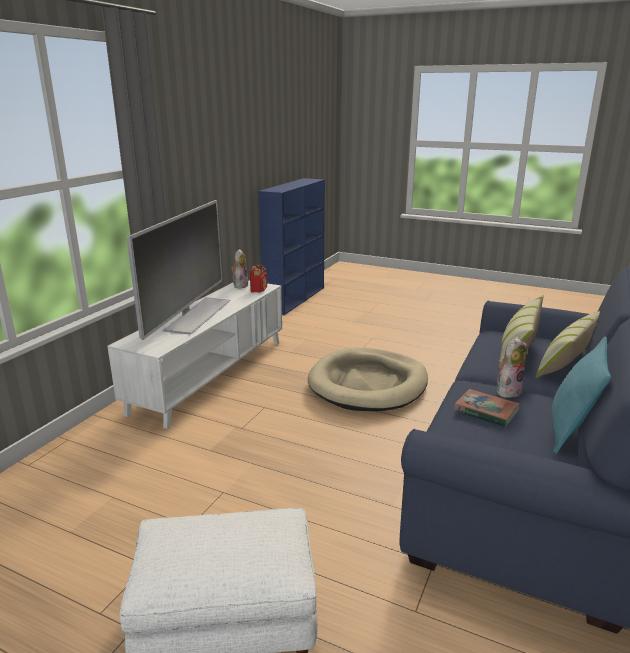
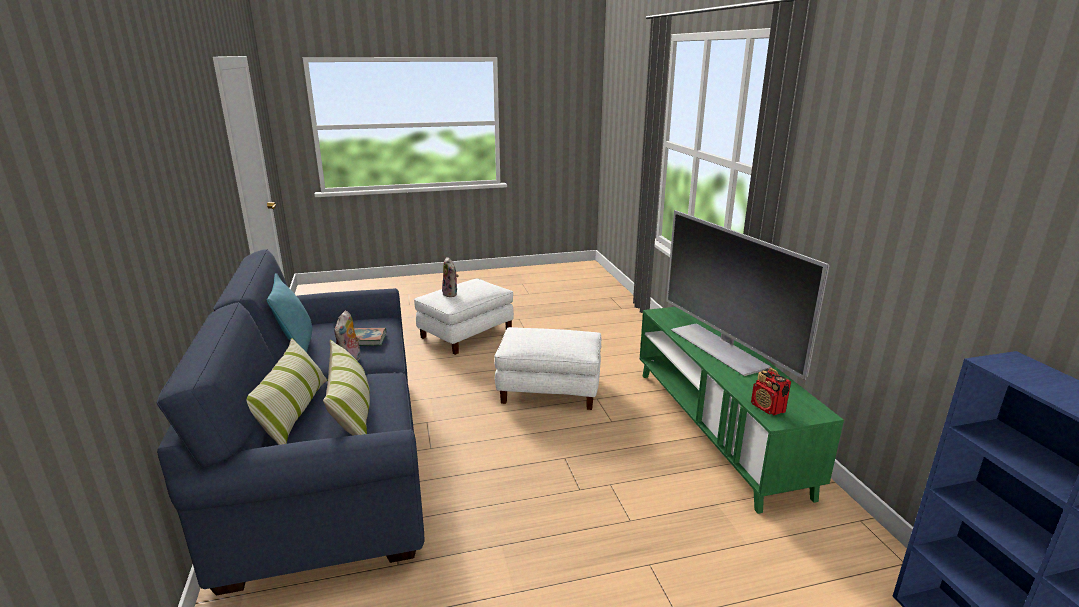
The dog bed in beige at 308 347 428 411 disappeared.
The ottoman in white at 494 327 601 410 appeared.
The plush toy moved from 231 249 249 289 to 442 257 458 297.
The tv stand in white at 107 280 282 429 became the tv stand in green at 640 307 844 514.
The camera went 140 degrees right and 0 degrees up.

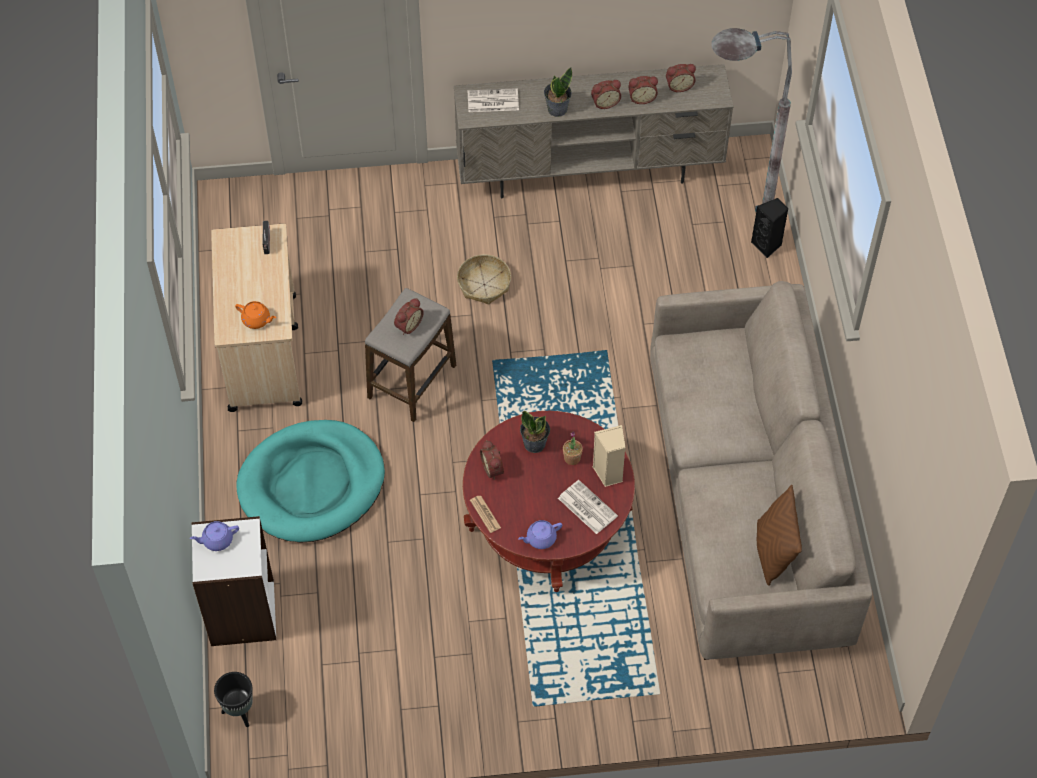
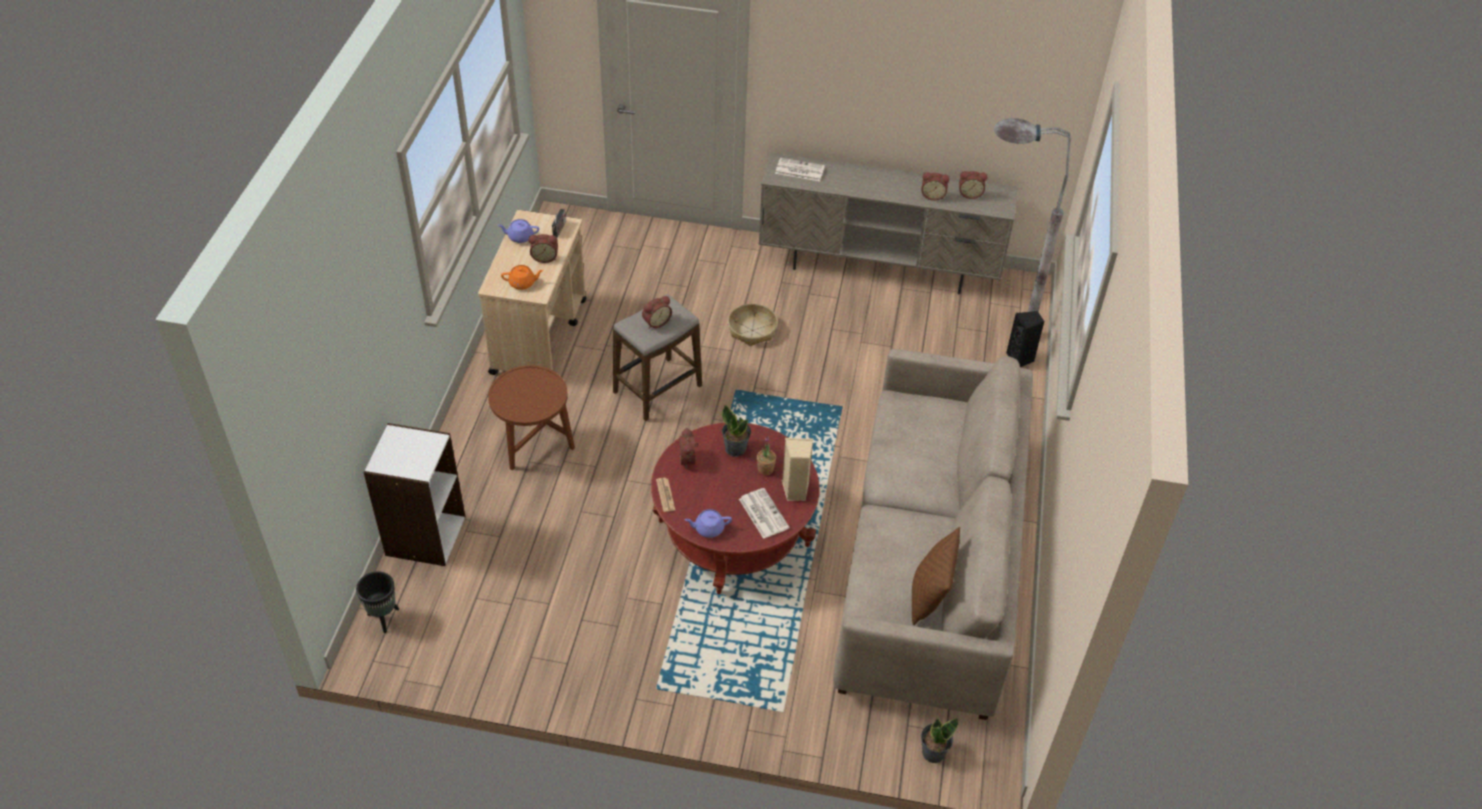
The teapot in purple moved from 190 521 239 551 to 498 219 539 243.
The potted plant moved from 544 67 572 117 to 921 718 958 763.
The alarm clock moved from 591 80 621 109 to 529 234 558 263.
The dog bed in turquoise at 236 420 385 543 was replaced by the side table in brown at 488 365 575 471.
The teapot in orange at 235 301 276 329 turned 45 degrees counterclockwise.
The camera went 15 degrees right and 10 degrees down.

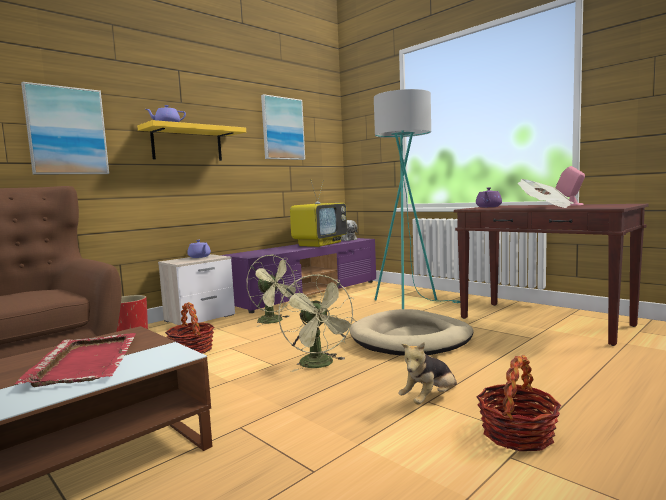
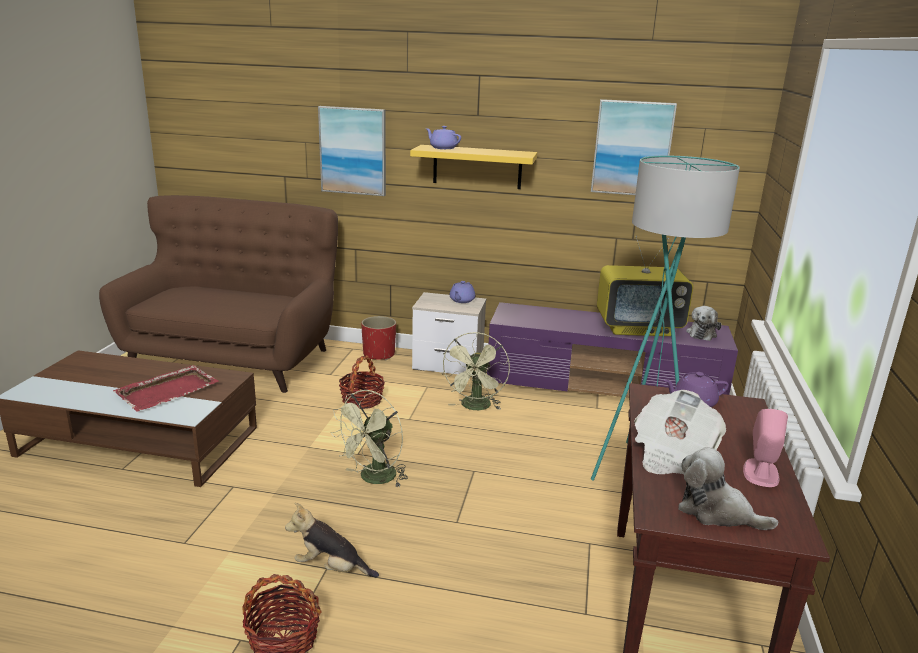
The dog bed in beige at 350 309 473 356 disappeared.
The plush toy at 679 447 778 530 appeared.
The camera went 55 degrees right and 15 degrees up.

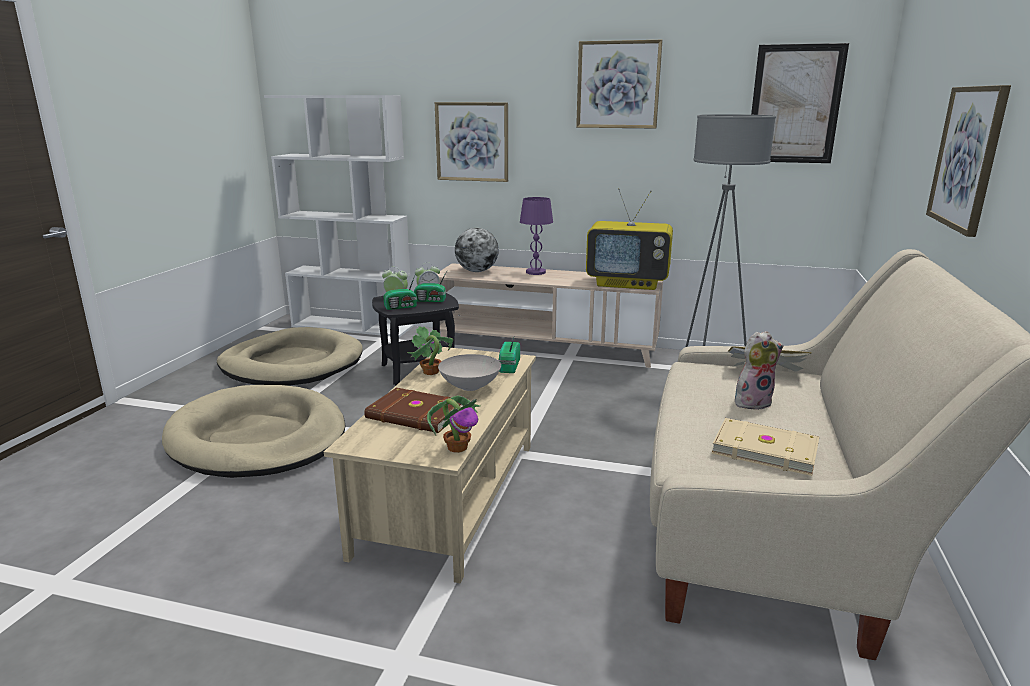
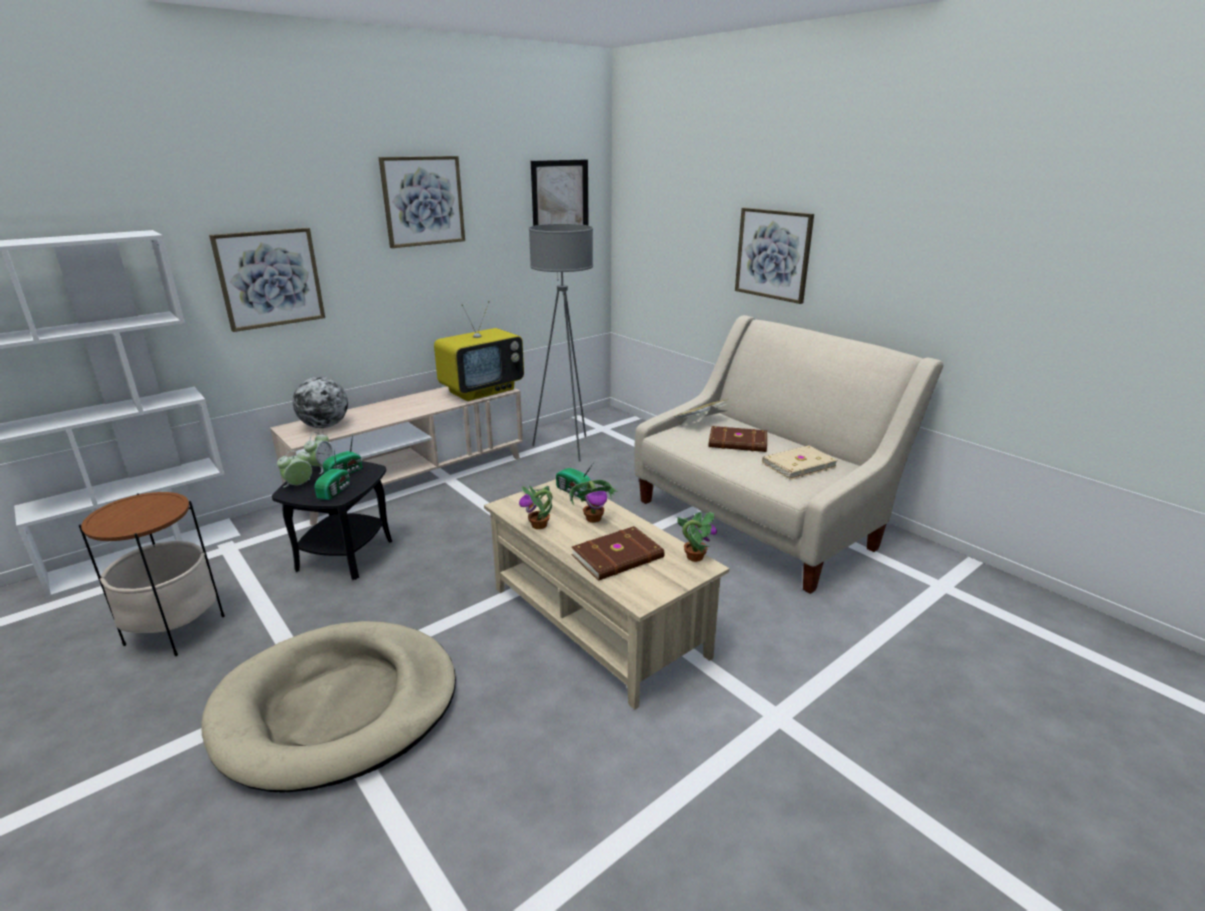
The table lamp in purple at 520 197 553 275 disappeared.
The dog bed in beige at 217 327 363 386 was replaced by the side table at 79 492 225 656.
The bowl in white at 438 354 501 391 was replaced by the potted plant at 569 480 618 523.
The plush toy at 735 331 783 411 was replaced by the book in brown at 708 426 767 452.
The camera went 55 degrees left and 5 degrees up.

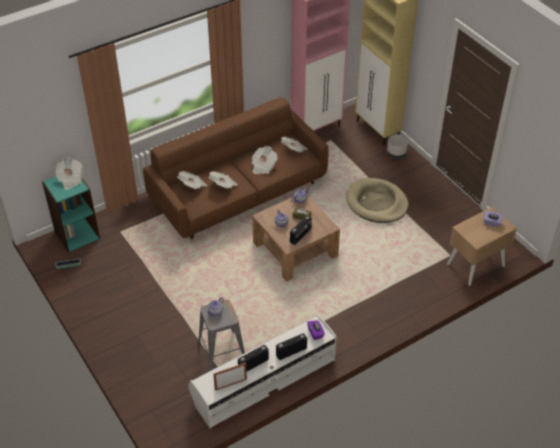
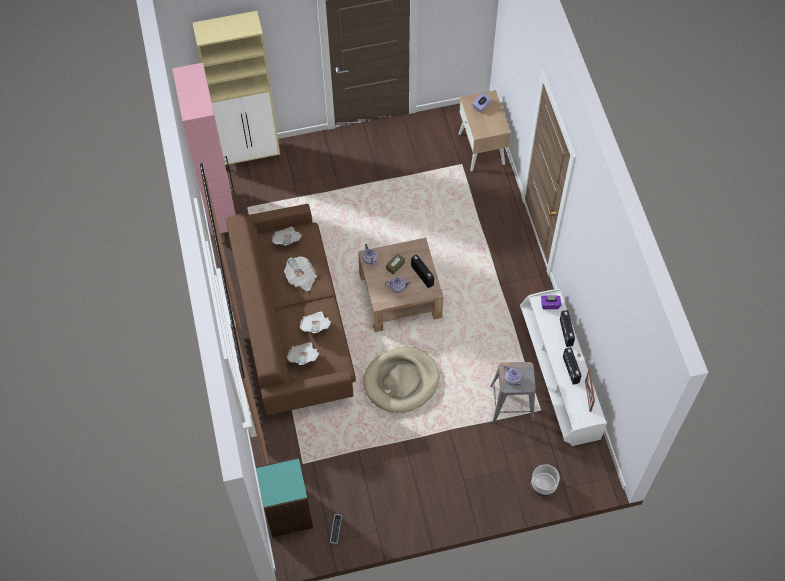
The newspaper at 55 157 83 190 disappeared.
The dog bed in beige moved from 346 178 409 223 to 363 347 440 413.
The planter in grey moved from 387 135 408 159 to 531 464 560 497.
The camera went 70 degrees left and 15 degrees up.

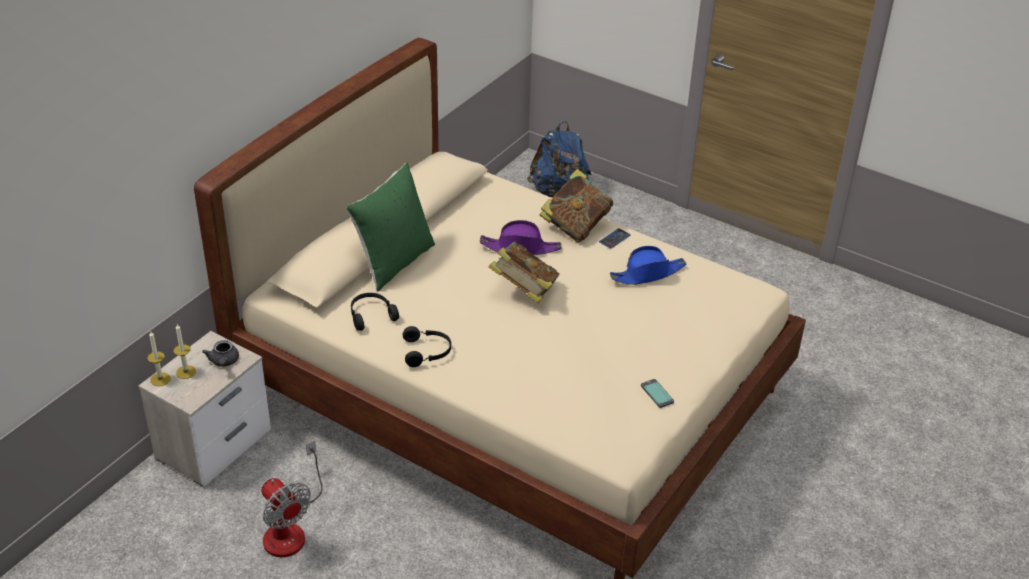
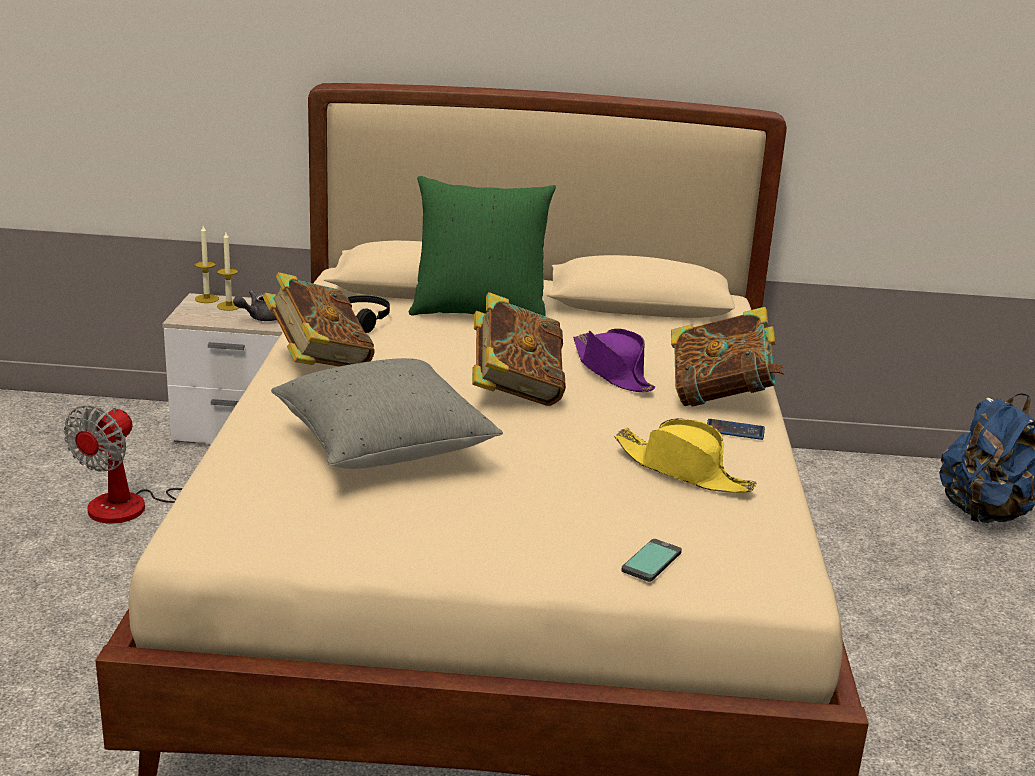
The pillow in grey at 271 358 503 469 appeared.
The phone moved from 641 379 674 408 to 621 539 682 582.
The headphones in black at 403 326 451 367 was replaced by the book at 262 272 375 367.
The hat in blue at 610 246 686 285 became the hat in yellow at 614 418 757 493.
The camera went 60 degrees right and 15 degrees down.

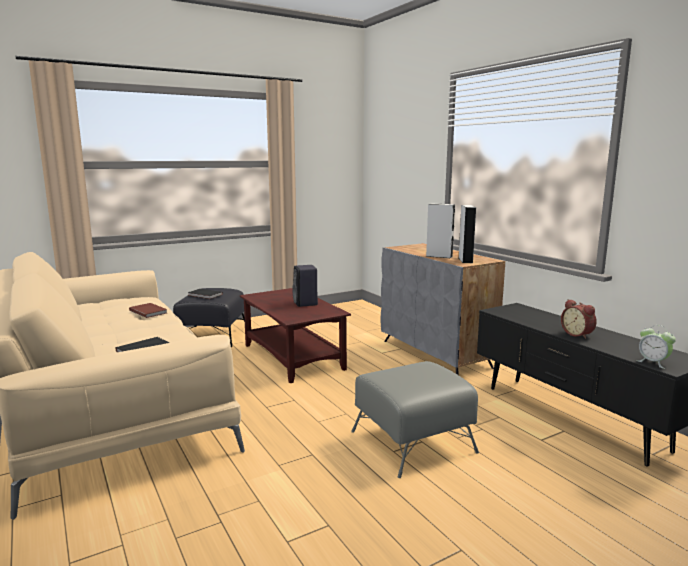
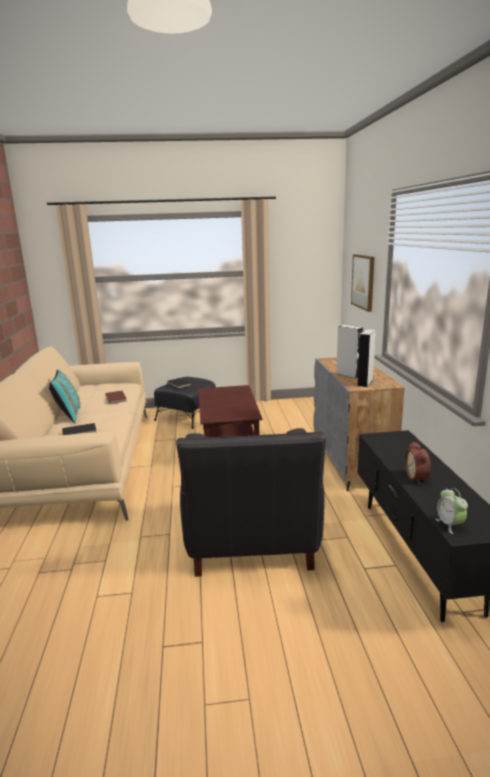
The speaker in black at 292 265 318 307 disappeared.
The pillow in turquoise at 49 369 80 423 appeared.
The picture at 351 254 375 312 appeared.
The ottoman in grey at 351 361 479 478 was replaced by the armchair in black at 176 428 326 577.
The camera went 25 degrees right and 5 degrees up.

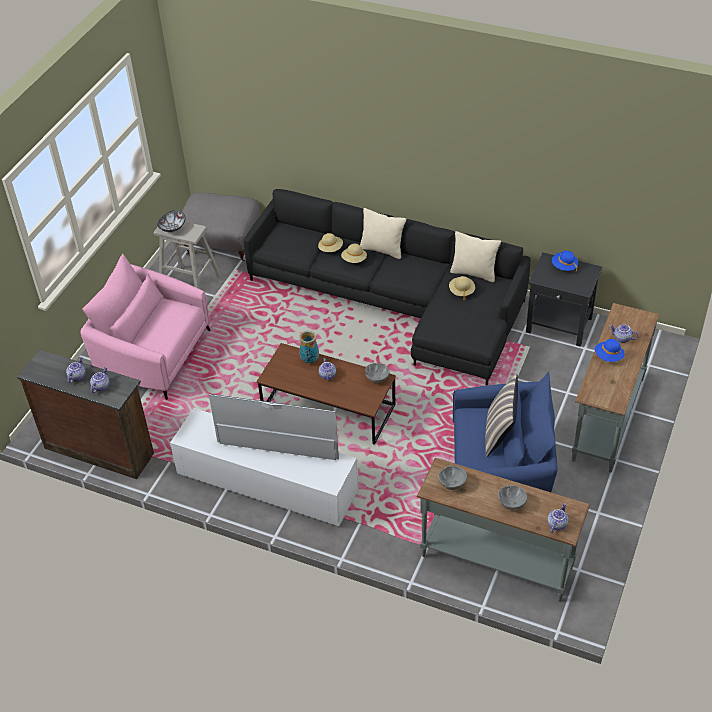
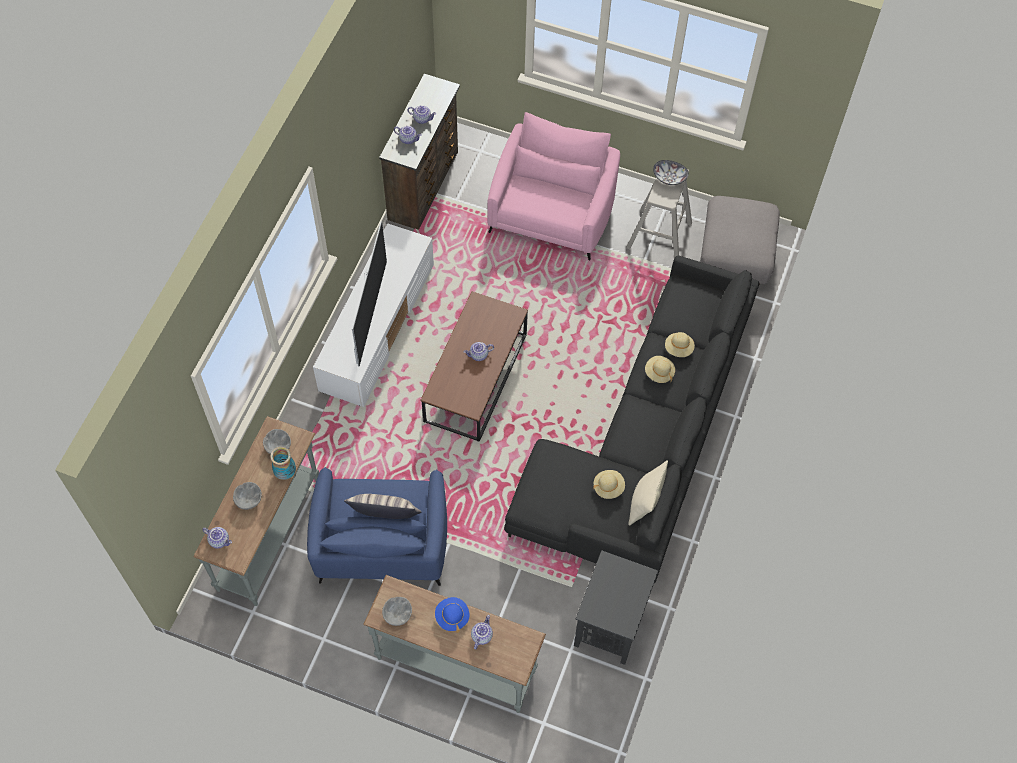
The pillow in beige at 360 208 406 259 disappeared.
The hat in blue at 552 251 578 271 disappeared.
The vase moved from 299 331 319 363 to 270 447 296 480.
The bowl in grey moved from 365 363 390 383 to 382 597 412 626.
The camera went 85 degrees right and 15 degrees up.

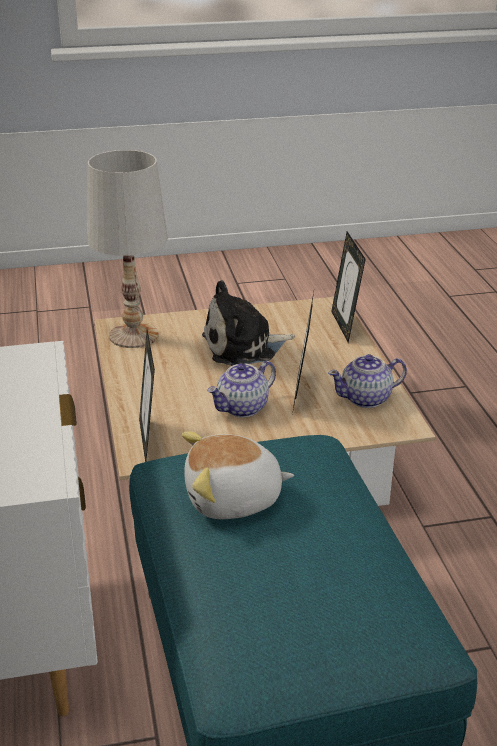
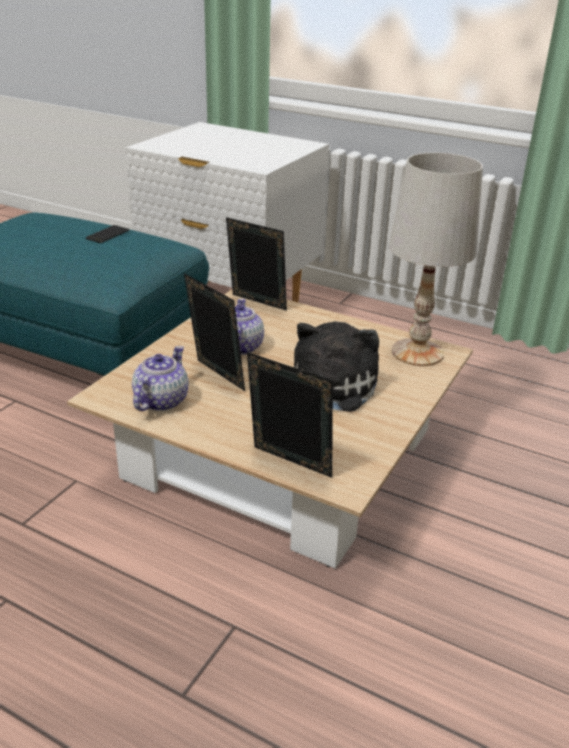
The plush toy at 182 431 294 519 was replaced by the phone at 86 225 129 243.
The camera went 130 degrees right and 0 degrees up.

